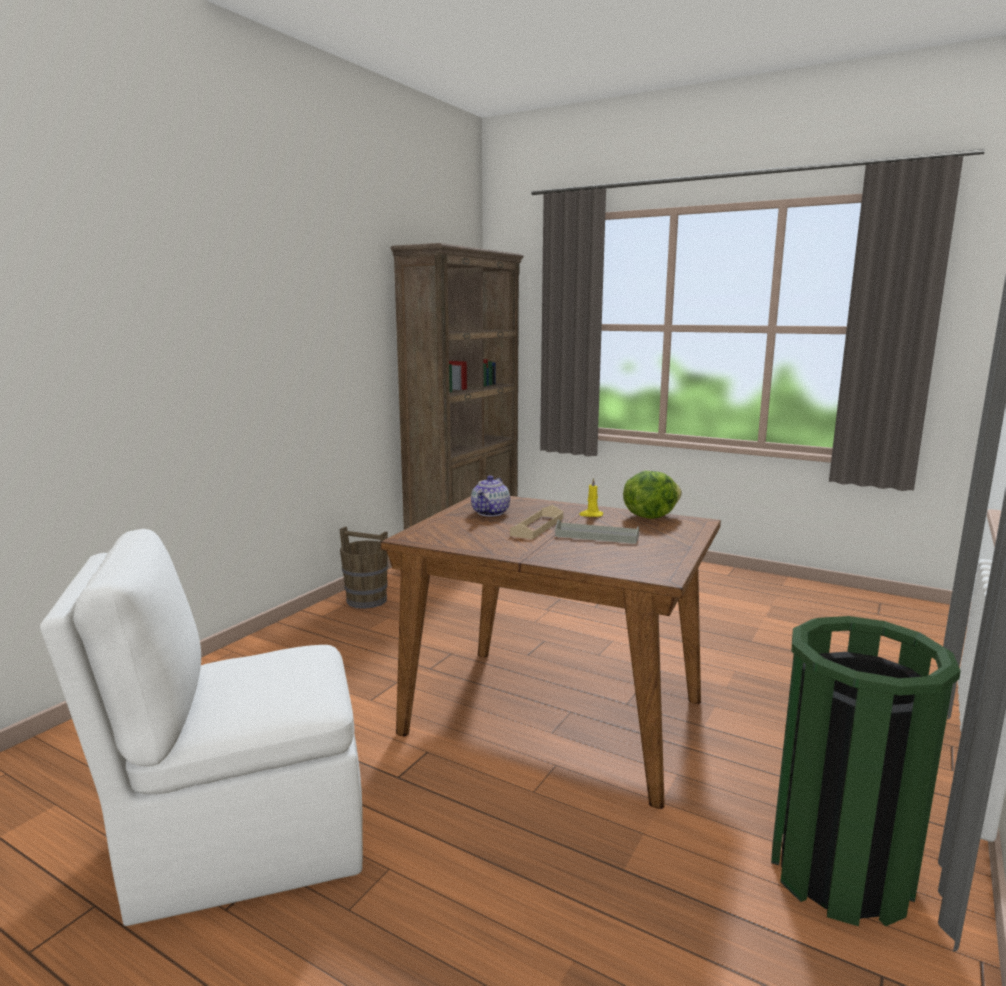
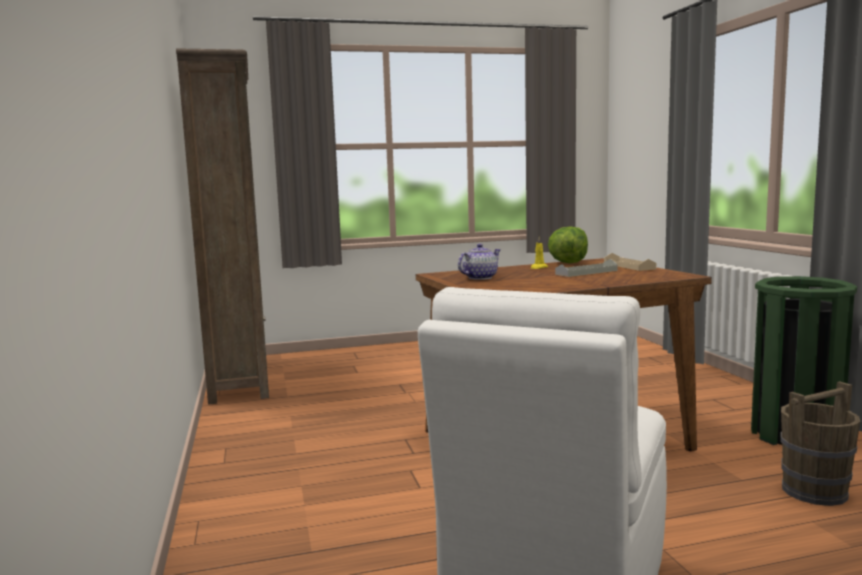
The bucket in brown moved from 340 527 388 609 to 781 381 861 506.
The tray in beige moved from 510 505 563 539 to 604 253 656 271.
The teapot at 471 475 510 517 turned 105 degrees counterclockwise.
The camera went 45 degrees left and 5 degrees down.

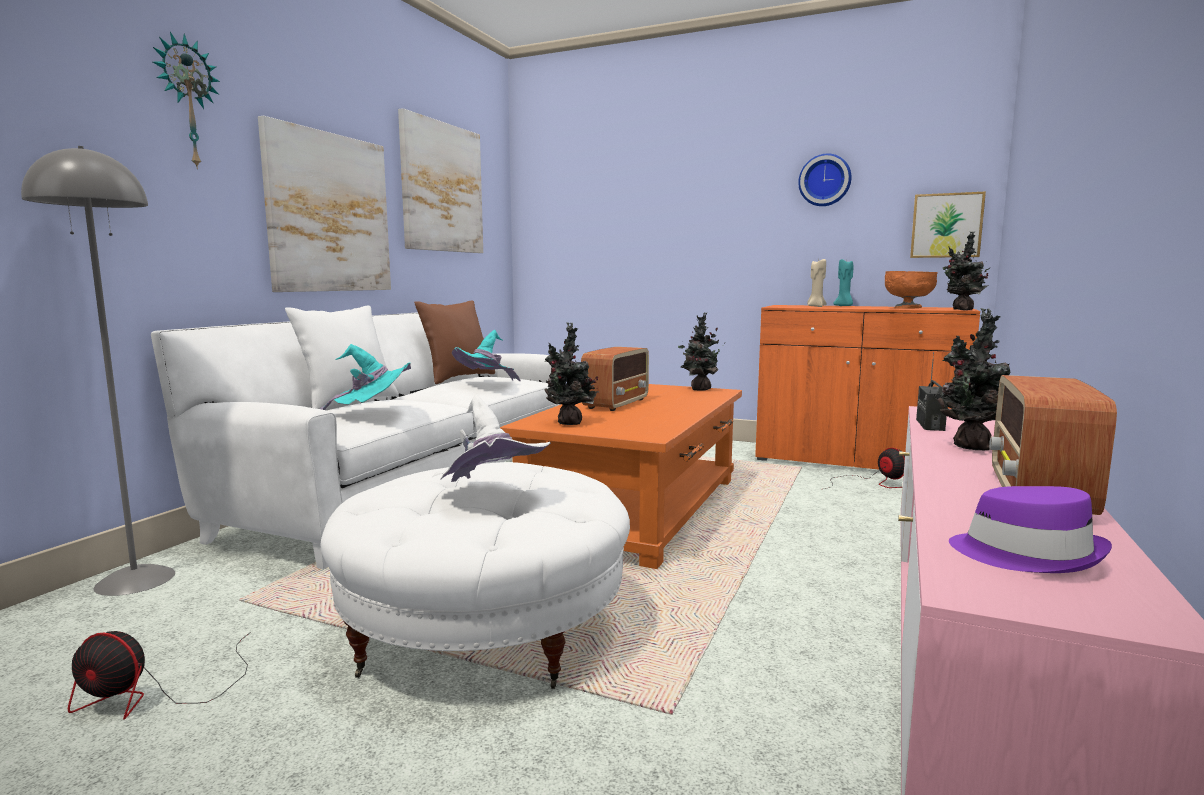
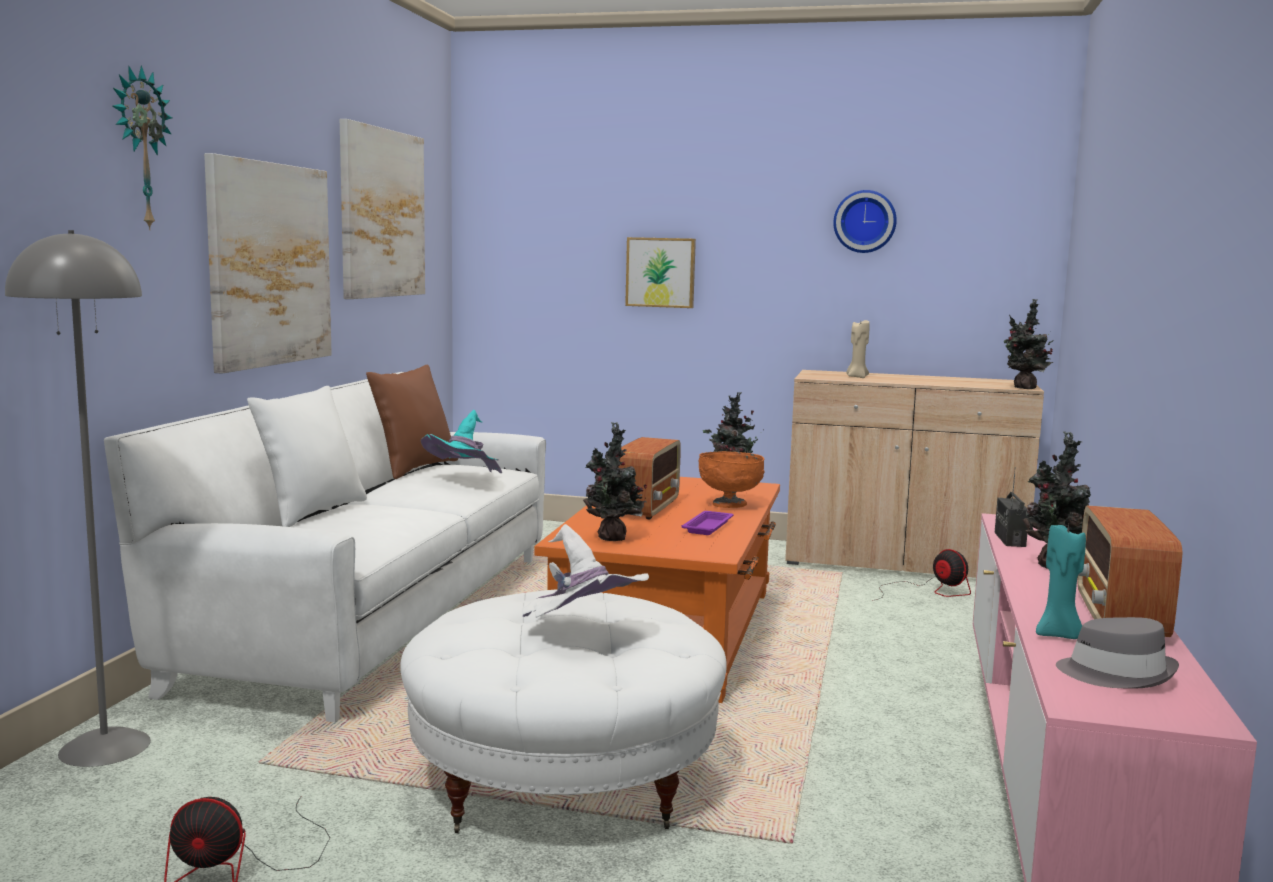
The hat in turquoise at 320 344 411 410 disappeared.
The tray in purple at 682 511 734 535 appeared.
The candle in turquoise moved from 833 259 854 306 to 1036 524 1086 639.
The bowl in orange moved from 885 271 938 309 to 699 451 764 508.
The picture moved from 910 192 986 258 to 625 237 696 308.
The cabinet in orange at 755 305 980 470 became the cabinet in beige at 785 370 1044 578.
The hat in purple at 949 486 1112 573 became the hat in grey at 1056 617 1179 689.
The camera went 10 degrees left and 0 degrees up.

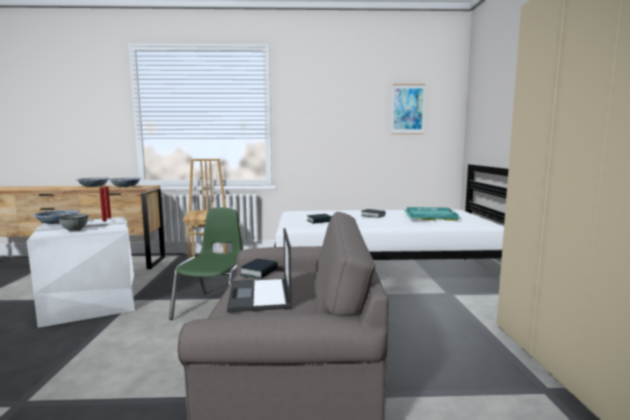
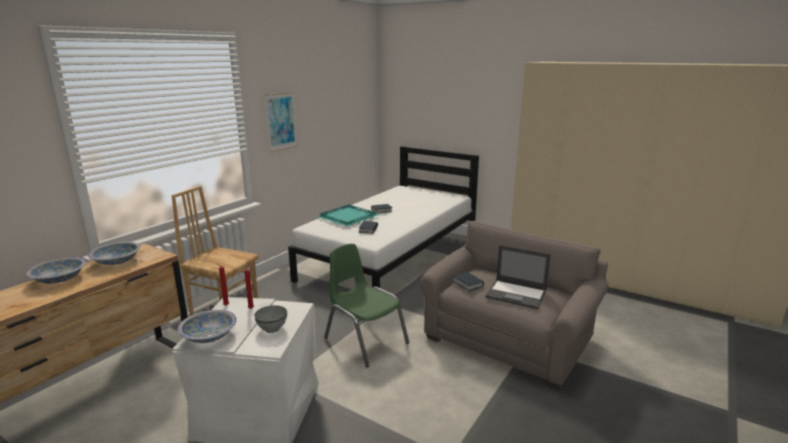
The picture moved from 392 84 425 134 to 265 92 297 152.
The tray in turquoise moved from 404 207 462 221 to 317 204 378 226.
The camera went 55 degrees left and 10 degrees up.

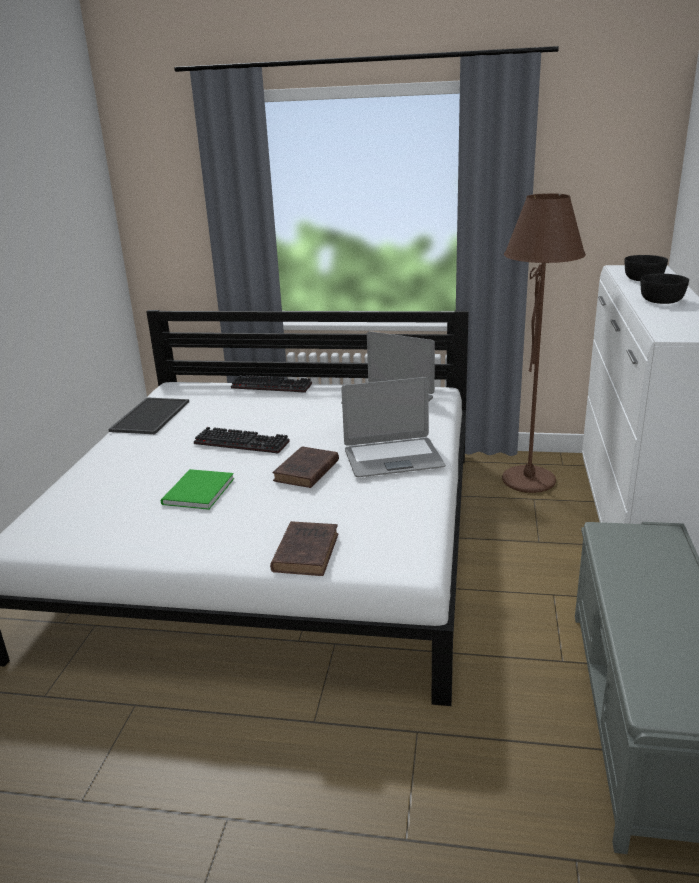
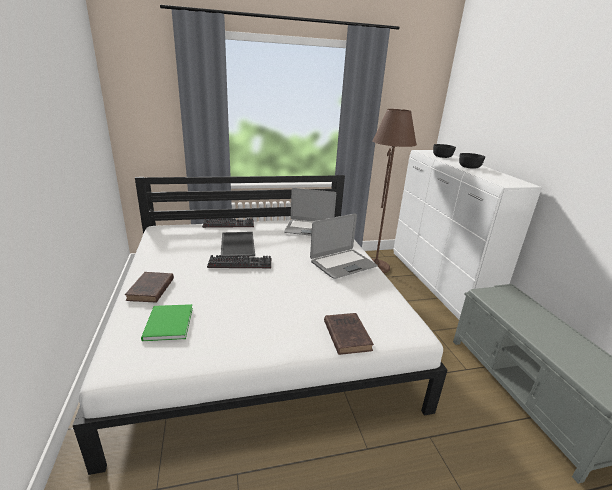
The tray moved from 108 397 189 434 to 221 232 255 257.
The book in green moved from 160 469 234 510 to 141 304 193 341.
The book in brown moved from 272 446 339 488 to 125 272 174 303.
The camera went 25 degrees left and 0 degrees up.

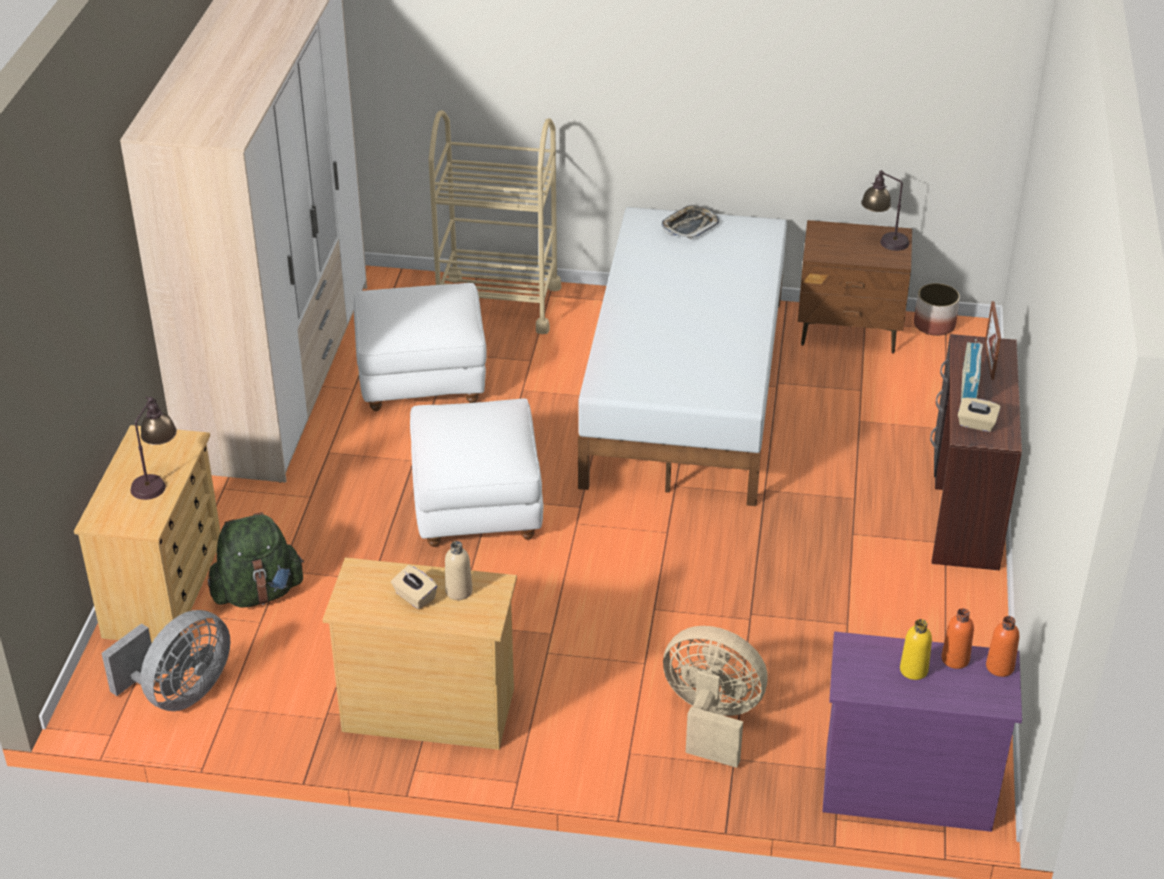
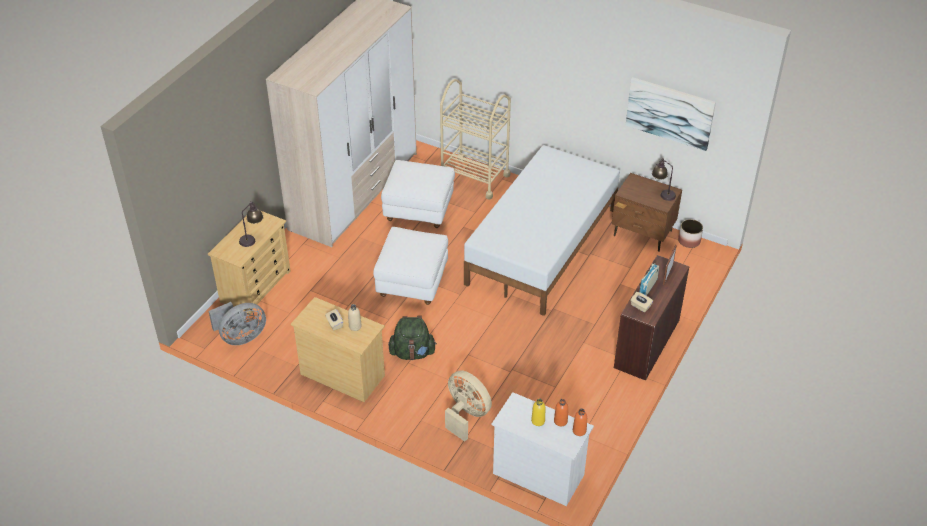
The tray at 661 204 720 239 disappeared.
The picture at 626 77 716 151 appeared.
The backpack in green moved from 208 512 304 608 to 388 316 437 360.
The dresser in purple at 822 631 1022 832 became the dresser in white at 492 392 594 506.
The camera went 20 degrees right and 5 degrees up.

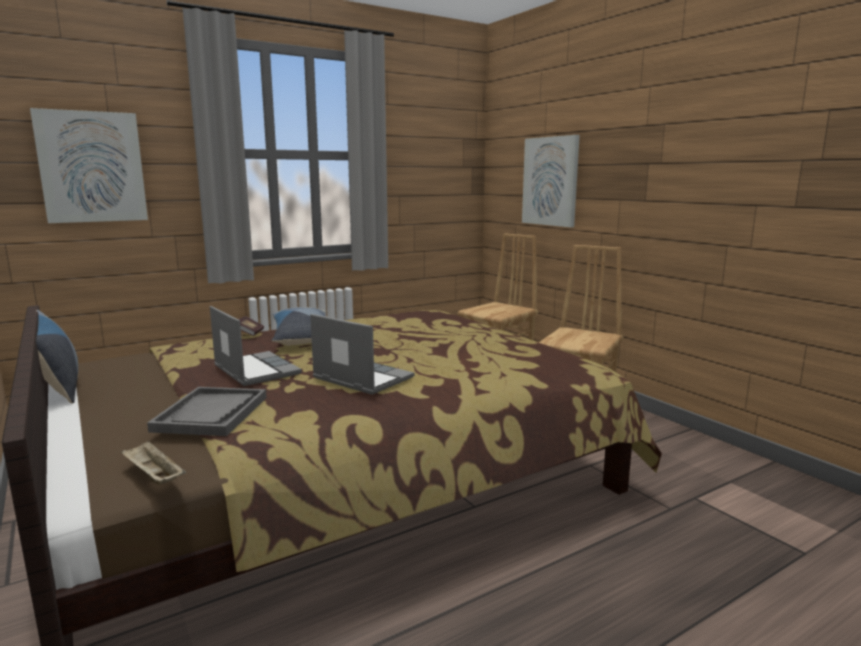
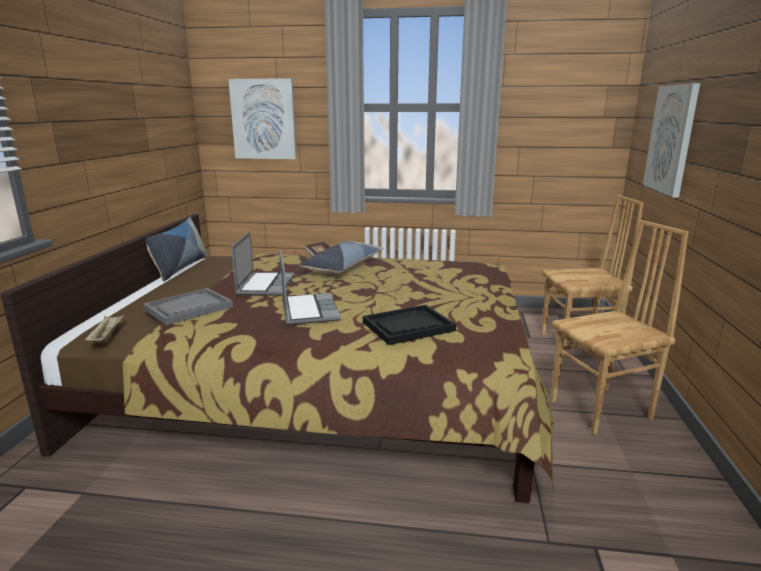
The tray in black at 363 305 456 345 appeared.
The camera went 40 degrees right and 5 degrees up.

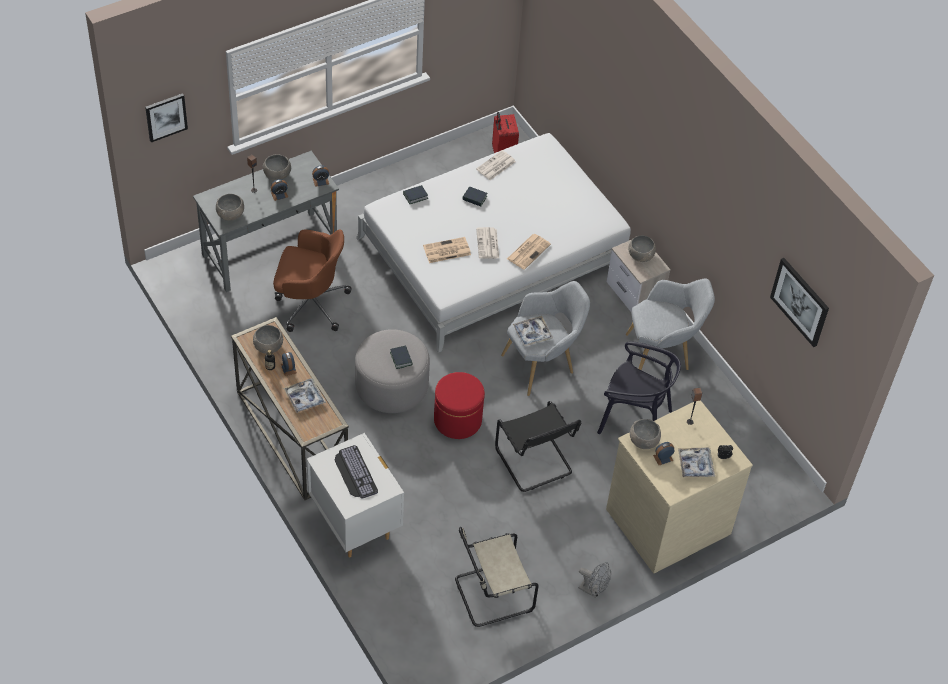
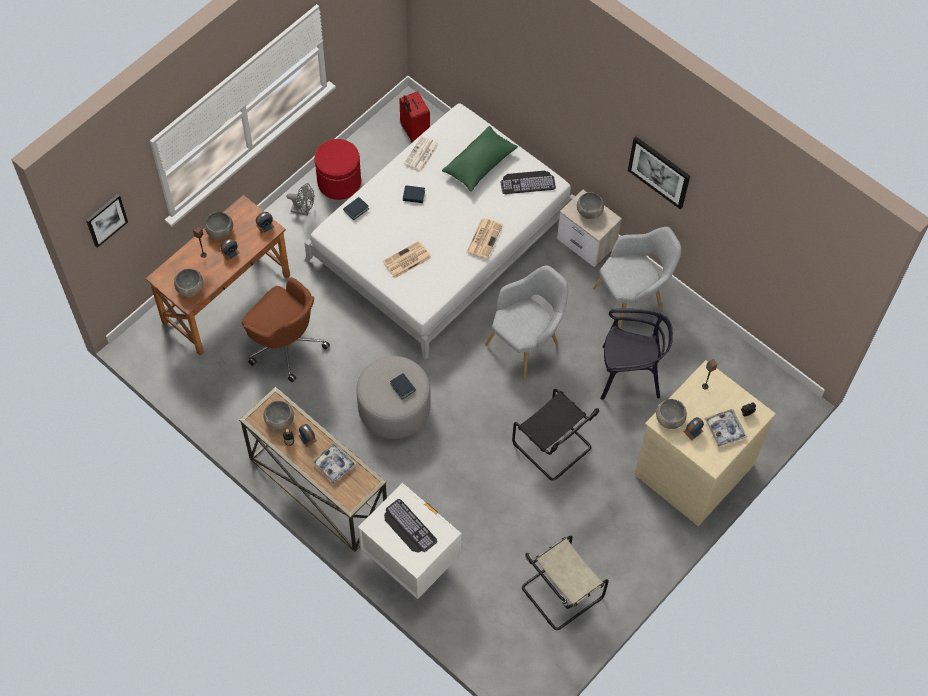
The newspaper at 476 227 499 259 disappeared.
The tray at 513 316 553 346 disappeared.
The pillow in green at 442 126 518 192 appeared.
The keyboard at 501 171 556 194 appeared.
The ottoman in red moved from 434 372 485 439 to 315 139 361 200.
The fan in grey moved from 579 562 611 598 to 286 183 314 216.
The picture moved from 770 258 829 347 to 628 137 690 209.
The desk in grey at 193 151 339 292 became the desk in brown at 146 195 290 356.
The office chair in brown at 273 229 352 332 turned 45 degrees clockwise.
The camera went 15 degrees left and 10 degrees up.

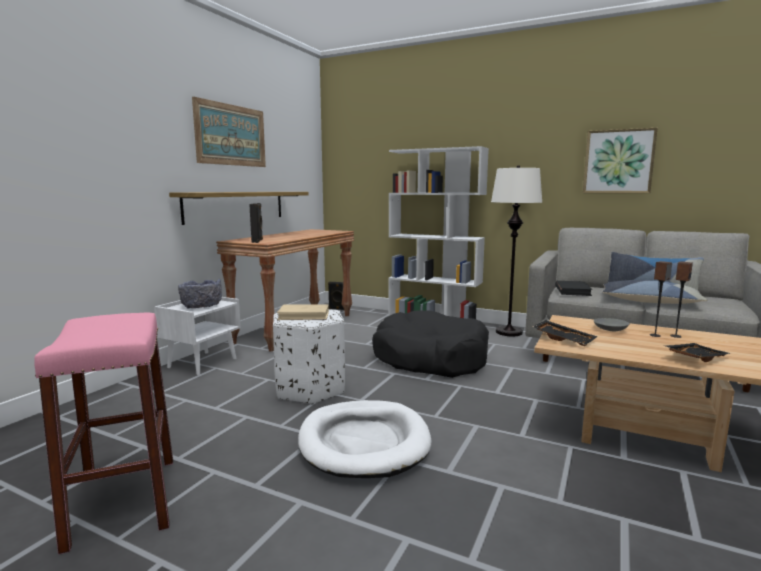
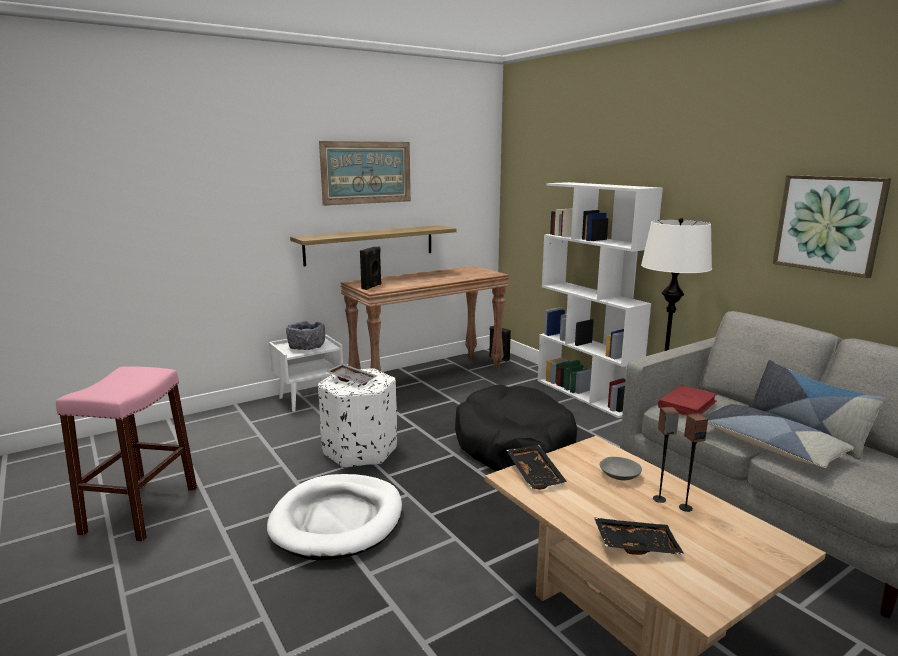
The book in beige at 277 304 329 320 was replaced by the tray in grey at 326 363 377 386.
The book in black at 555 281 593 296 became the book in red at 658 385 717 416.
The camera went 30 degrees right and 5 degrees up.

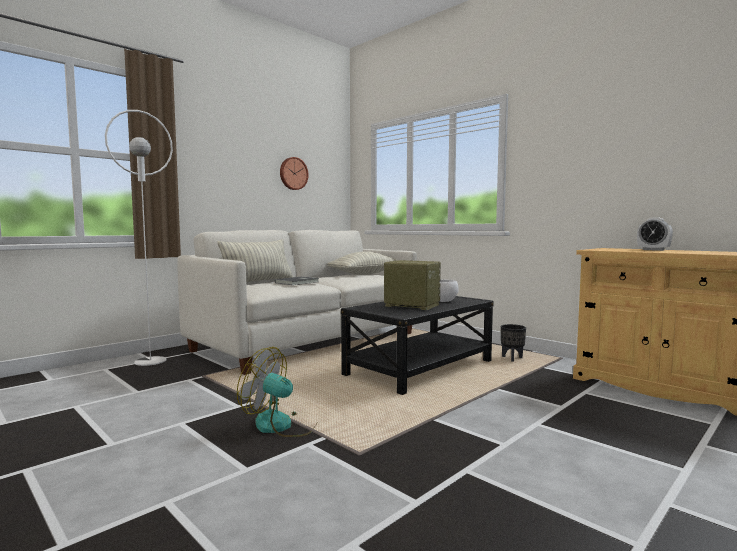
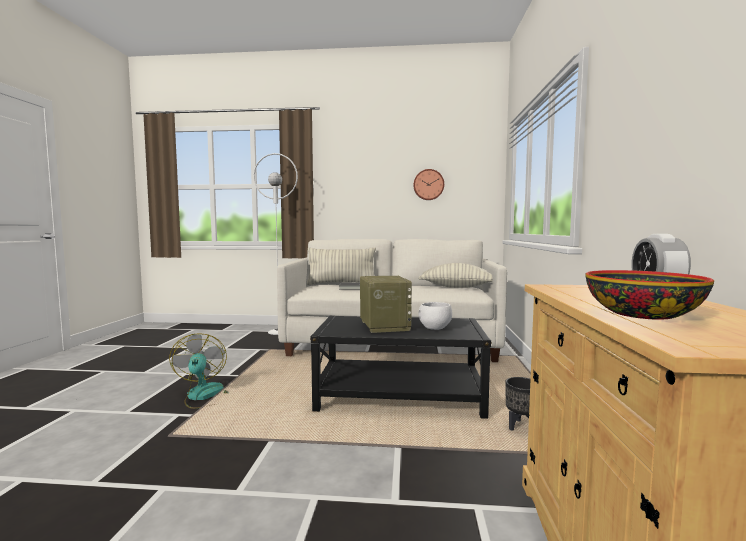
The bowl at 585 270 714 320 appeared.
The camera went 50 degrees right and 0 degrees up.

